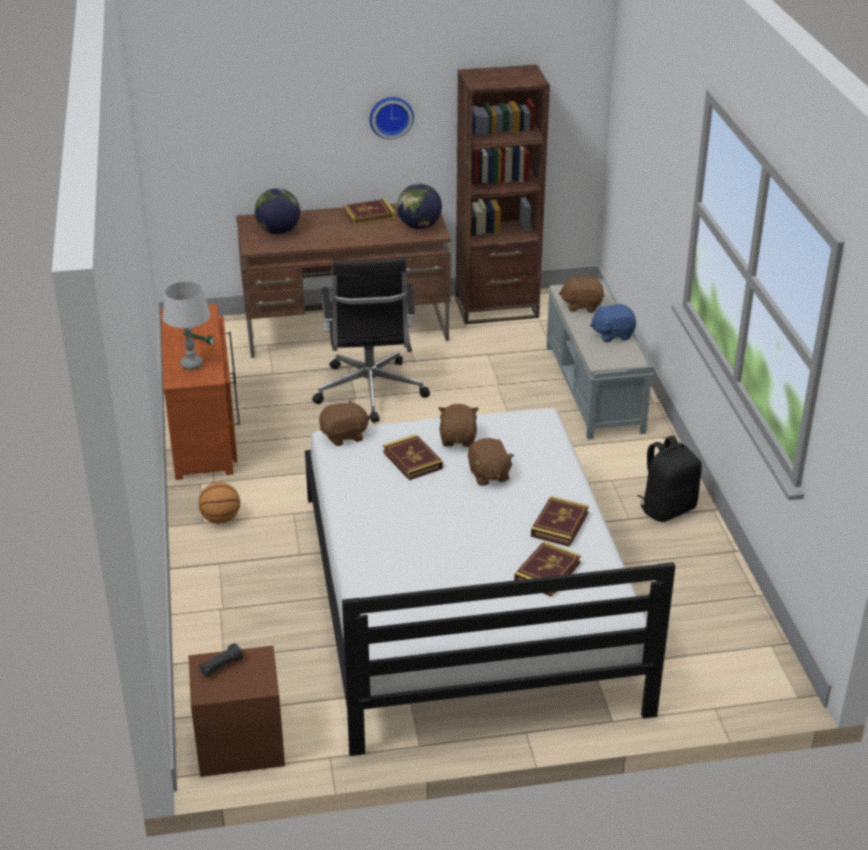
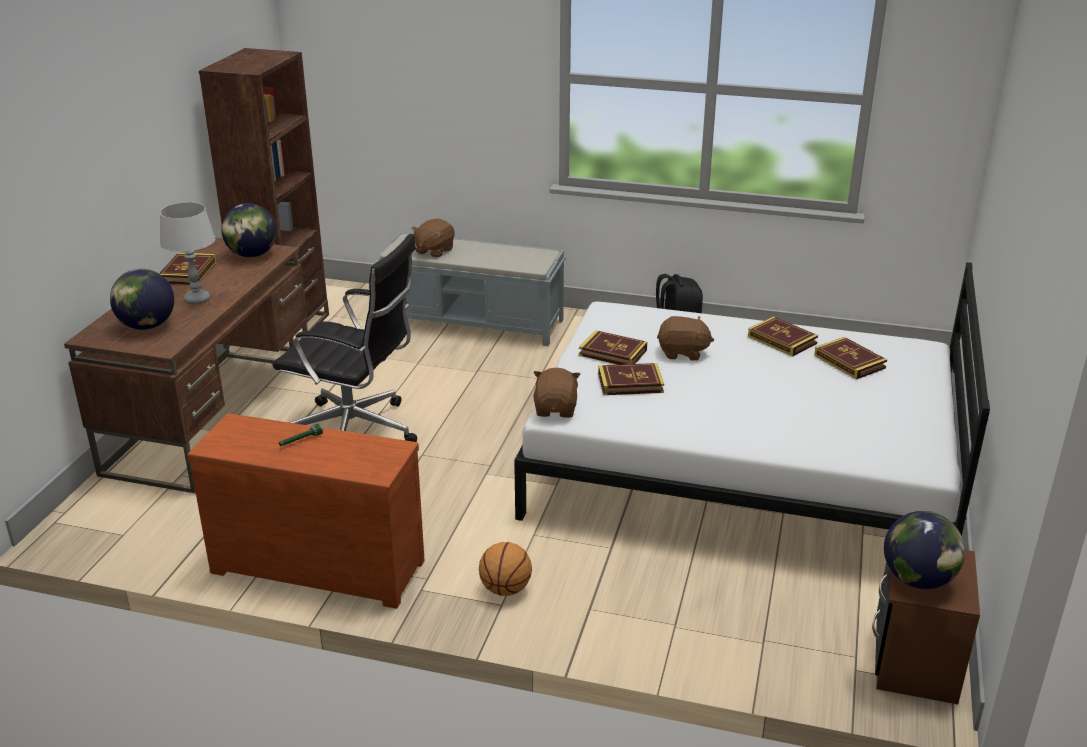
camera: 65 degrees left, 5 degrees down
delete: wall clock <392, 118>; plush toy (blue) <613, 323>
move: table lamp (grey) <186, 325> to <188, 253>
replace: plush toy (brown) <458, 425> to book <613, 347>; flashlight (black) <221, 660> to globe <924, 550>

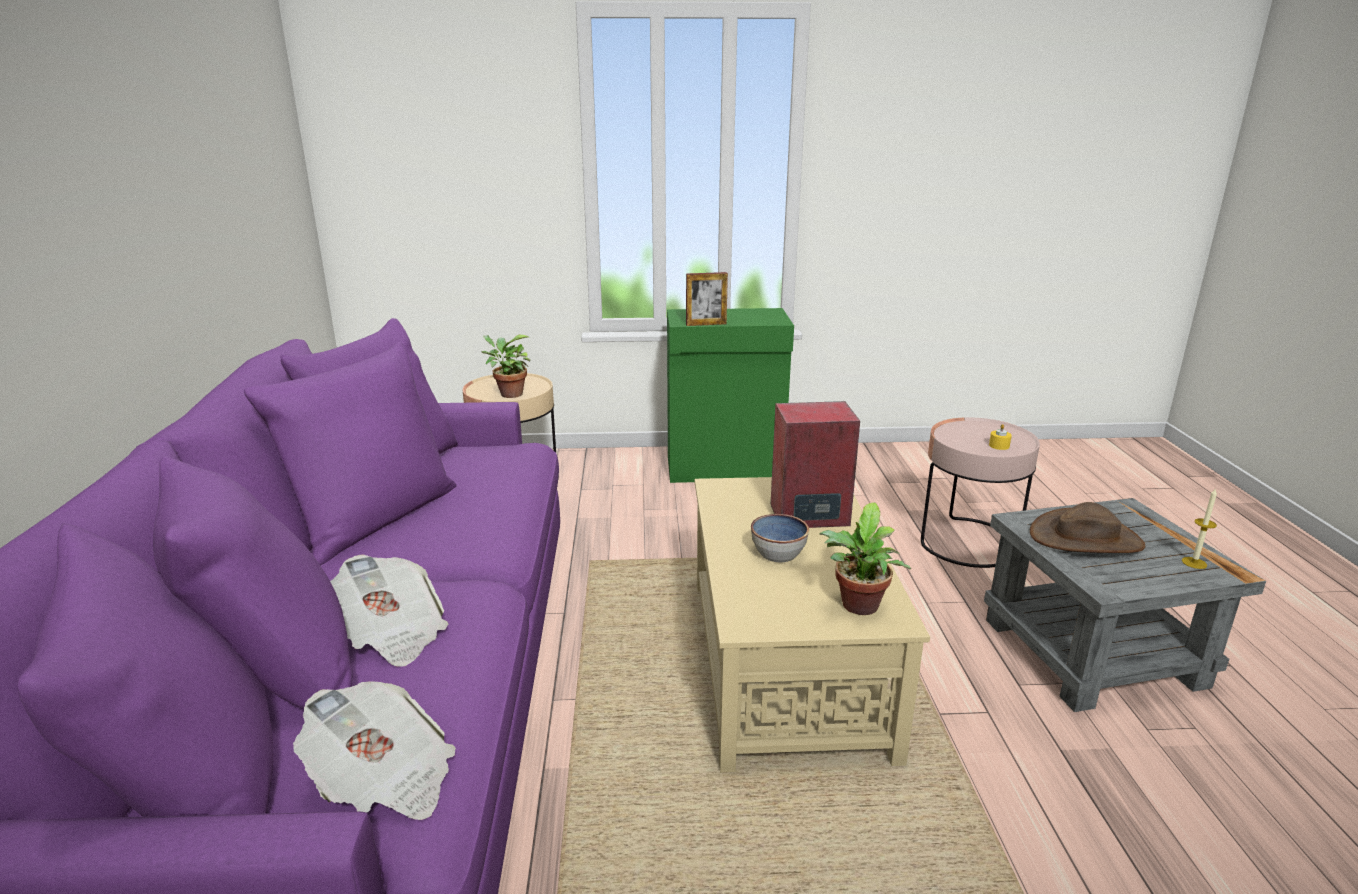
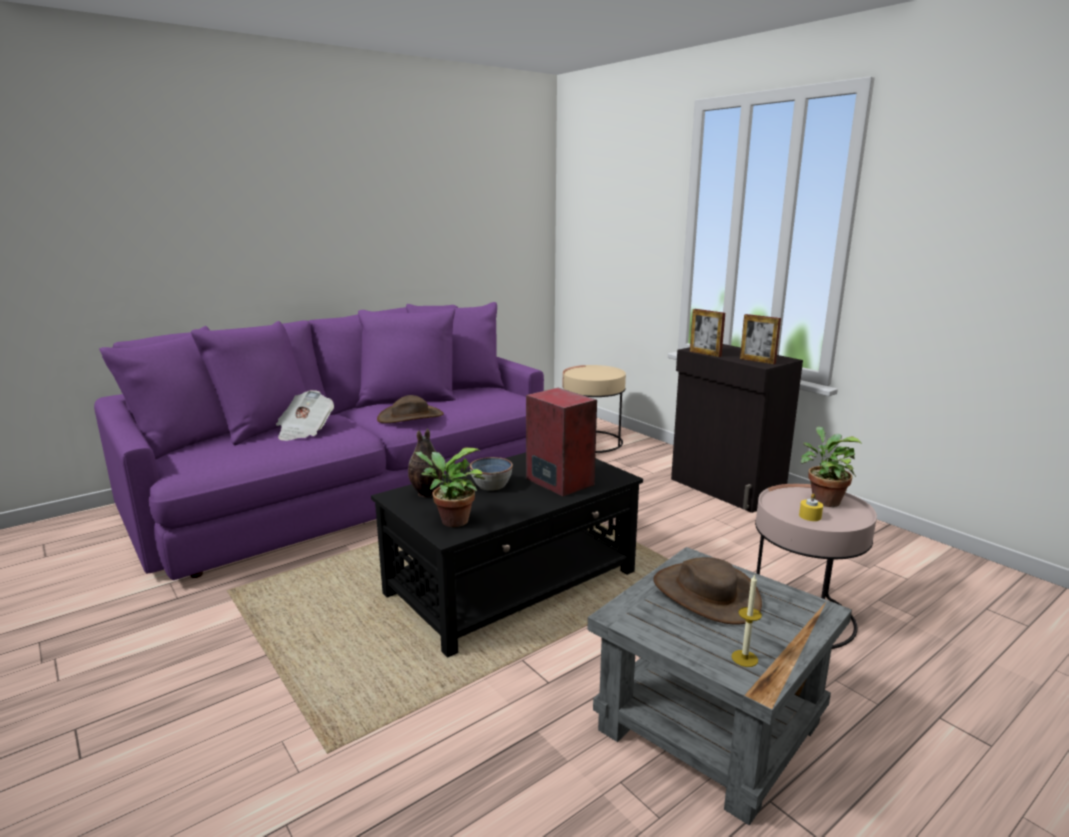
camera: 55 degrees right, 5 degrees down
delete: newspaper <374, 750>
insert: hat (brown) <410, 409>; vase <425, 463>; picture frame <760, 339>
move: potted plant <505, 366> to <831, 466>
recolor: coffee table (beige) <812, 624> to coffee table (black) <507, 555>; cabinet (green) <730, 395> to cabinet (black) <737, 428>

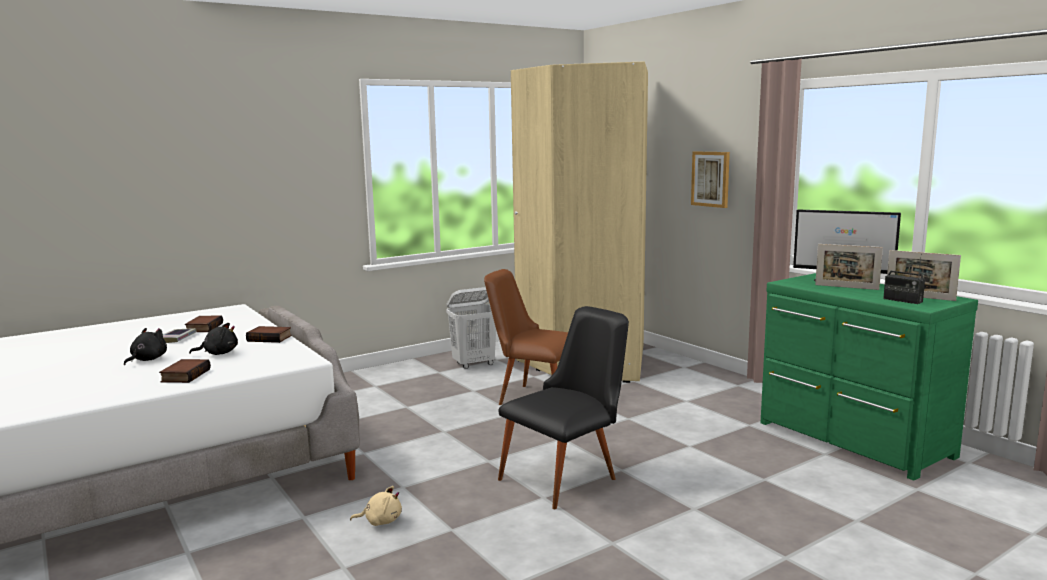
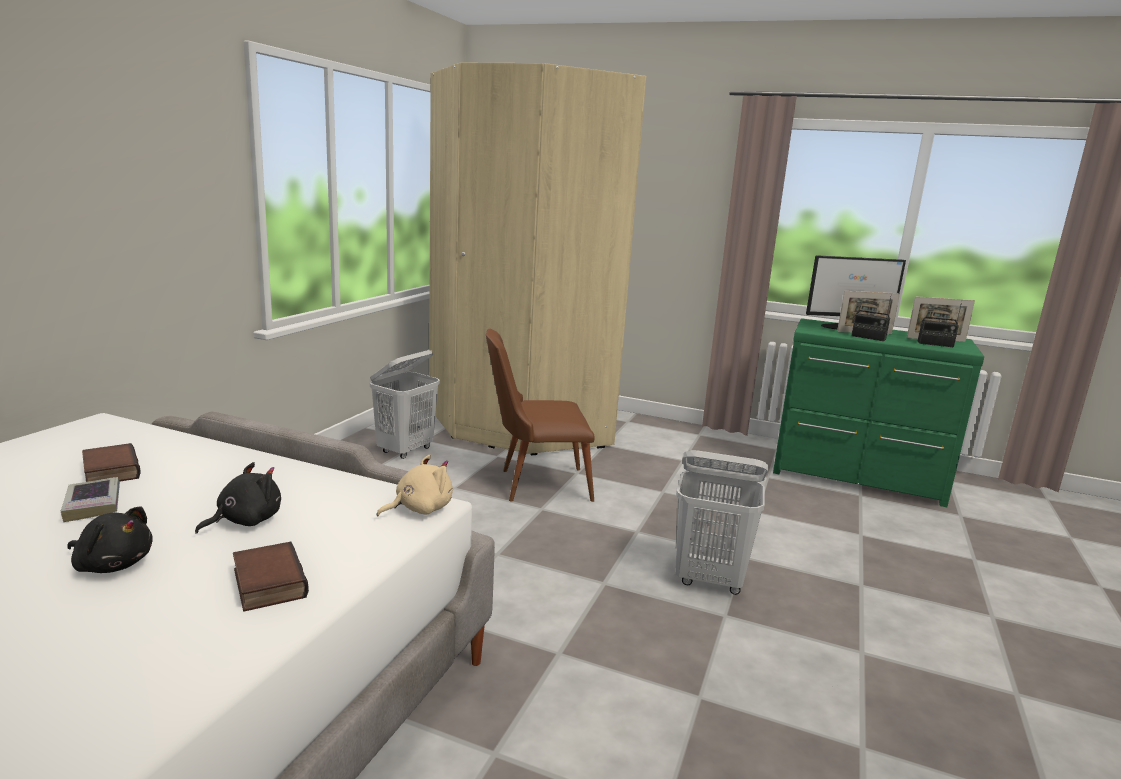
camera: 35 degrees left, 5 degrees up
delete: book <269, 334>; picture <710, 180>
insert: radio <871, 317>
move: plush toy (beige) <376, 506> to <415, 486>
replace: chair (black) <563, 407> to laundry basket (white) <721, 522>
rotate: plush toy (black) <145, 346> = <110, 539> 120 degrees clockwise

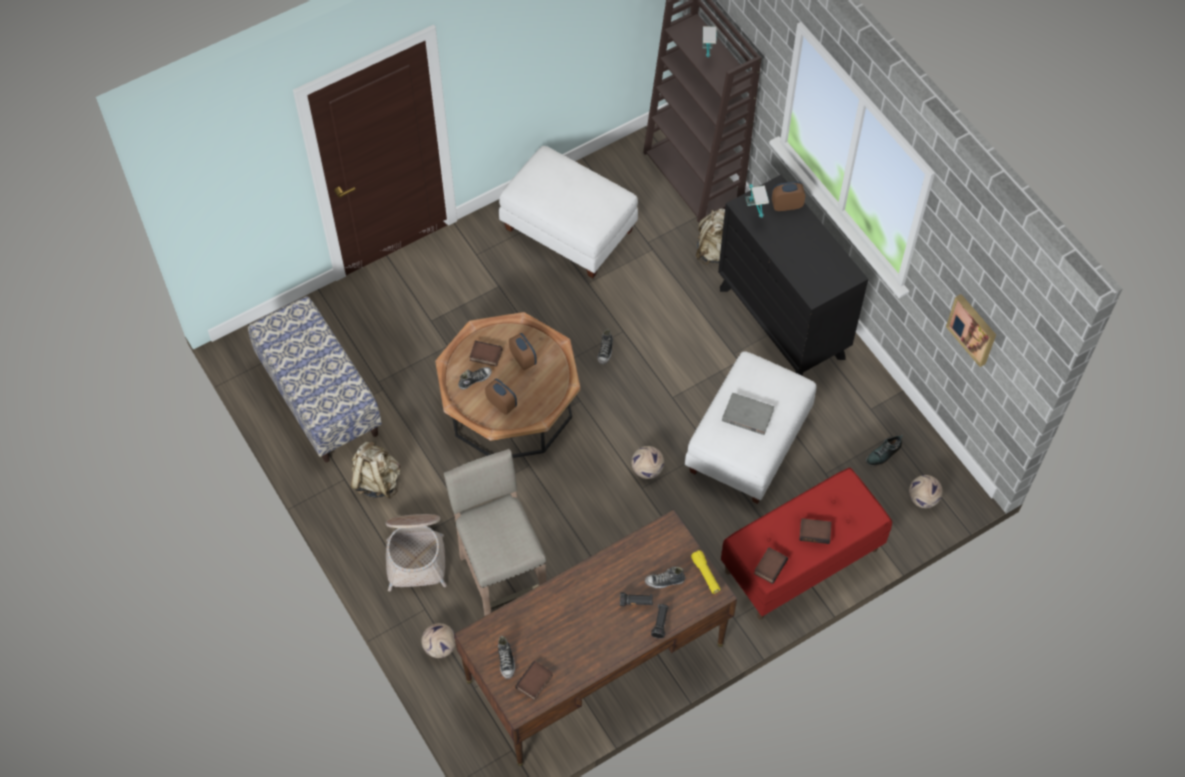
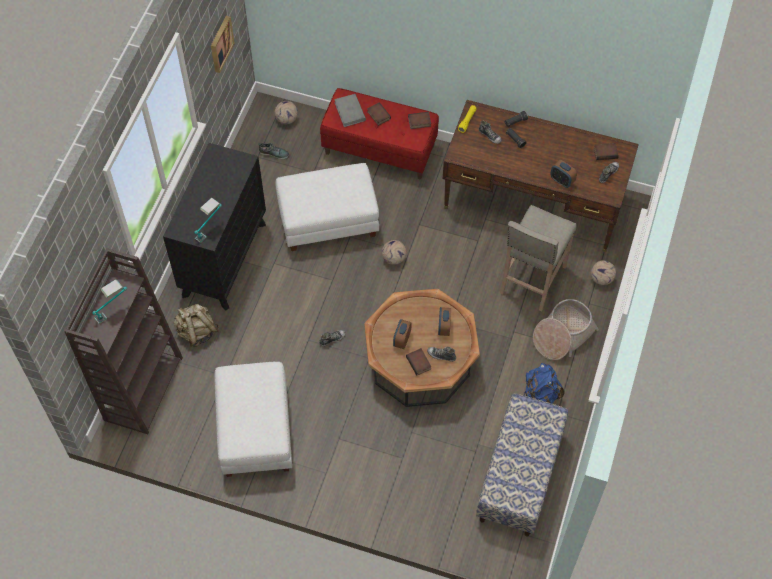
camera: 130 degrees left, 0 degrees up
move: book (grey) <748, 414> to <350, 110>; alarm clock <788, 196> to <563, 174>
recolor: backpack (beige) <376, 469> to backpack (blue) <544, 383>

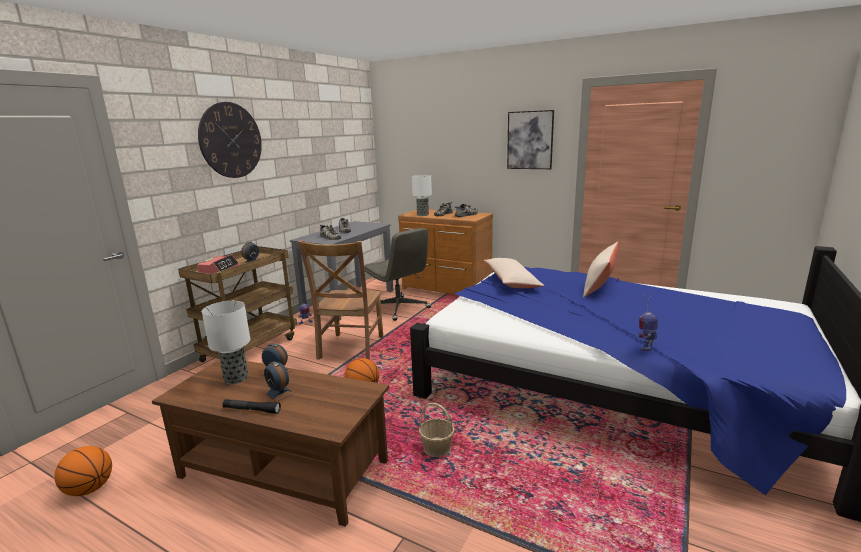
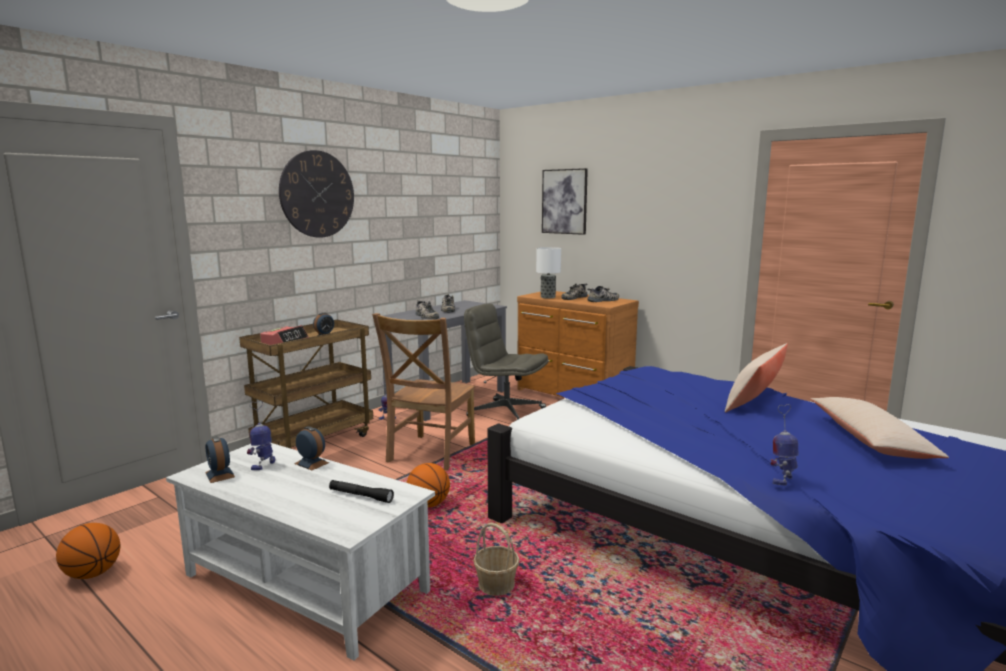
camera: 10 degrees right, 5 degrees down
move: alarm clock <279, 381> to <220, 459>; flashlight (black) <251, 406> to <361, 491>; picture <530, 139> to <565, 201>; pillow (beige) <514, 273> to <880, 428>
replace: table lamp <226, 342> to toy robot <261, 435>
recolor: coffee table (brown) <270, 443> to coffee table (white) <300, 551>
rotate: office chair (grey) <397, 274> = <506, 362> 150 degrees clockwise

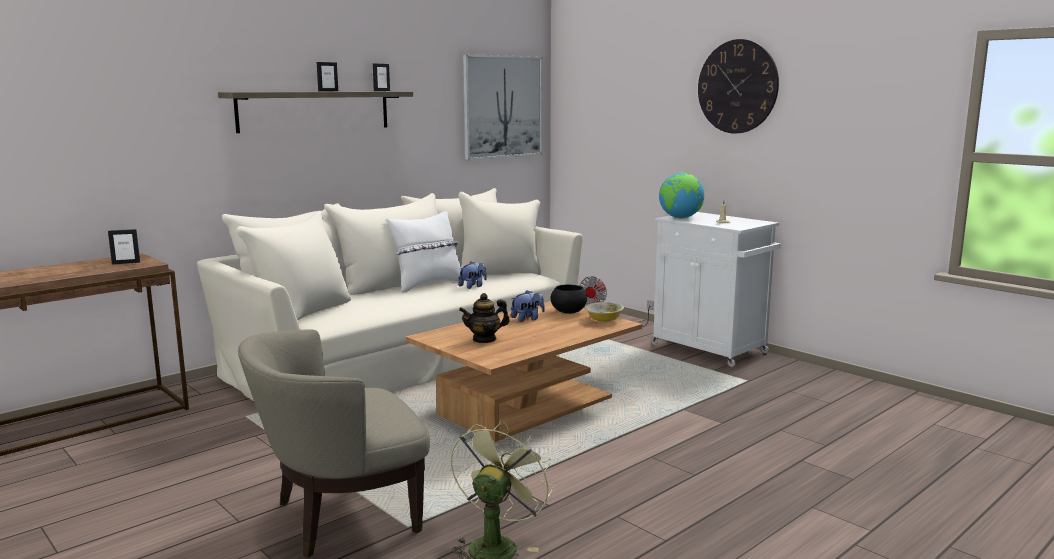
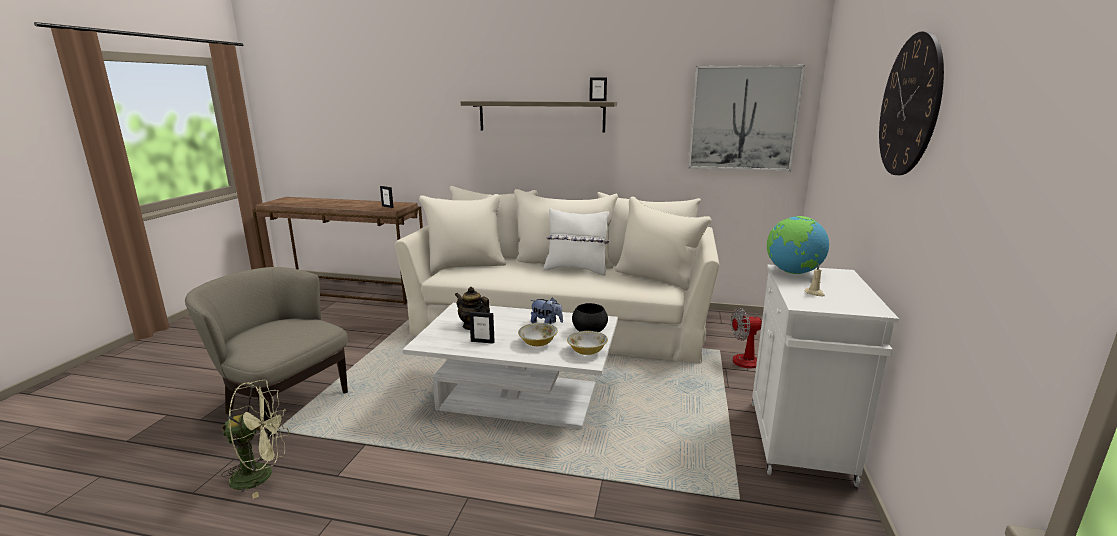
camera: 55 degrees right, 5 degrees up
delete: plush toy <472, 275>
insert: bowl <538, 334>
move: picture frame <327, 76> to <482, 327>
recolor: coffee table (brown) <524, 371> to coffee table (white) <510, 366>

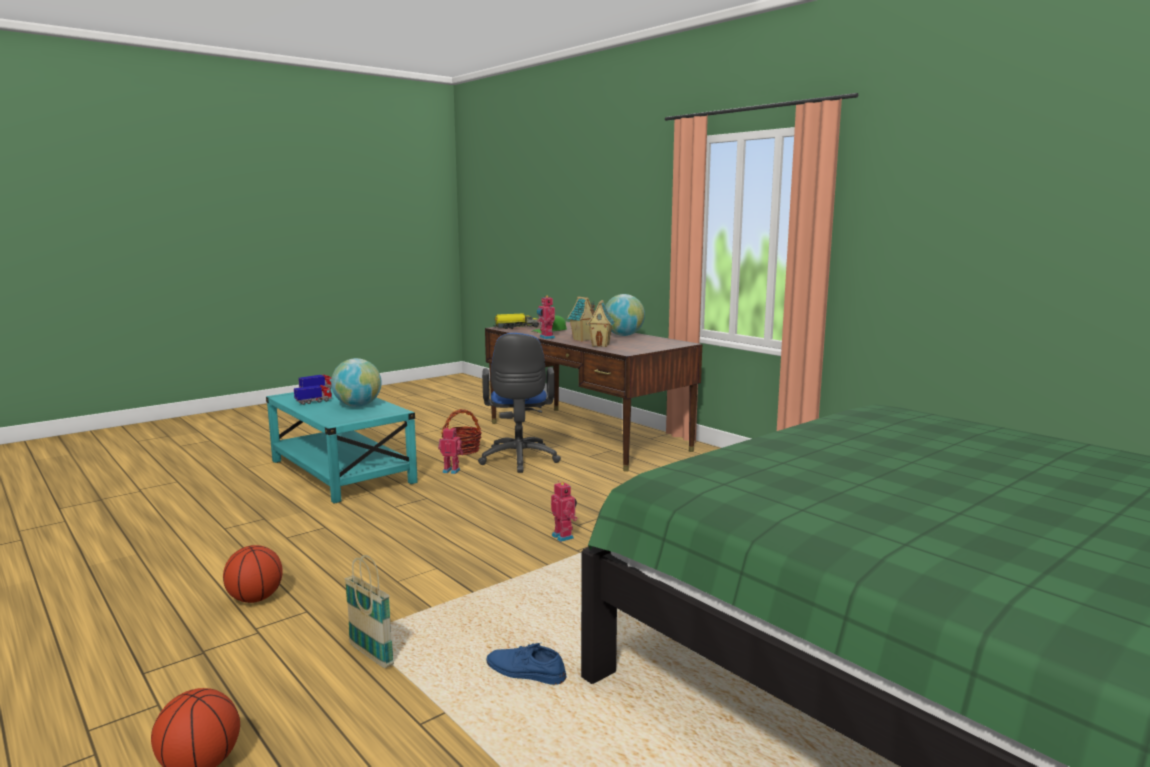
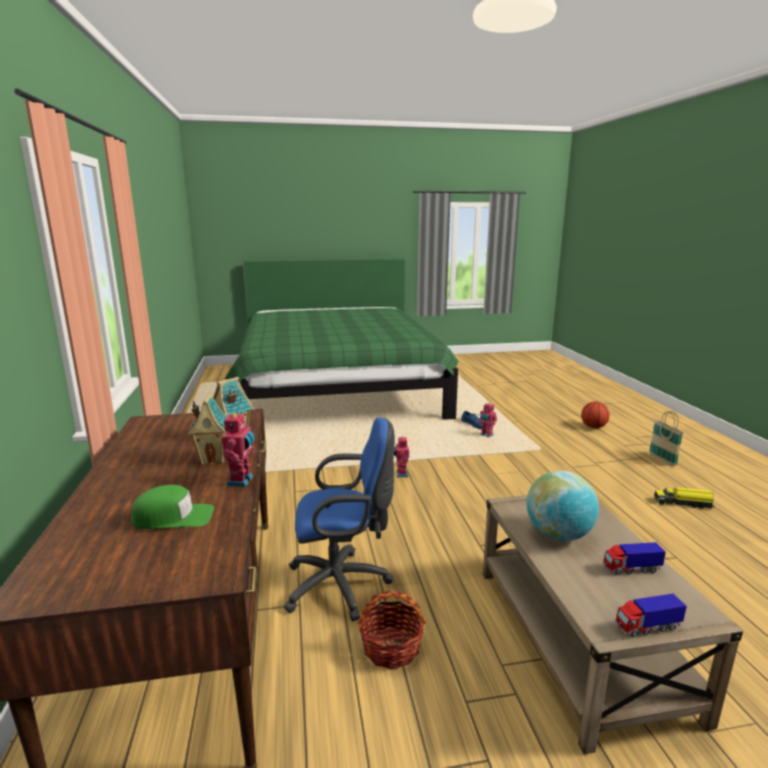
camera: 150 degrees left, 5 degrees up
delete: basketball <253, 574>; globe <625, 315>
move: toy robot <450, 450> to <487, 420>; basket <369, 611> to <666, 438>; toy truck <516, 321> to <684, 498>
recolor: coffee table (turquoise) <342, 445> to coffee table (beige) <613, 624>
rotate: office chair (blue) <519, 403> = <339, 519> 60 degrees clockwise

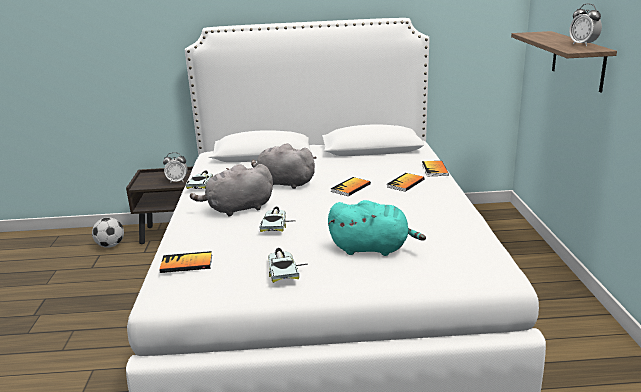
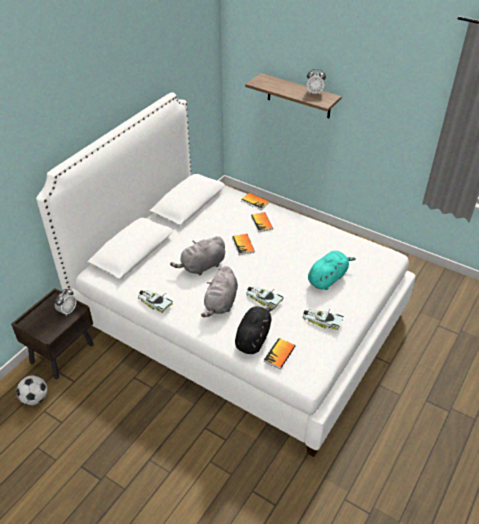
camera: 55 degrees left, 20 degrees up
insert: plush toy (black) <254, 330>

